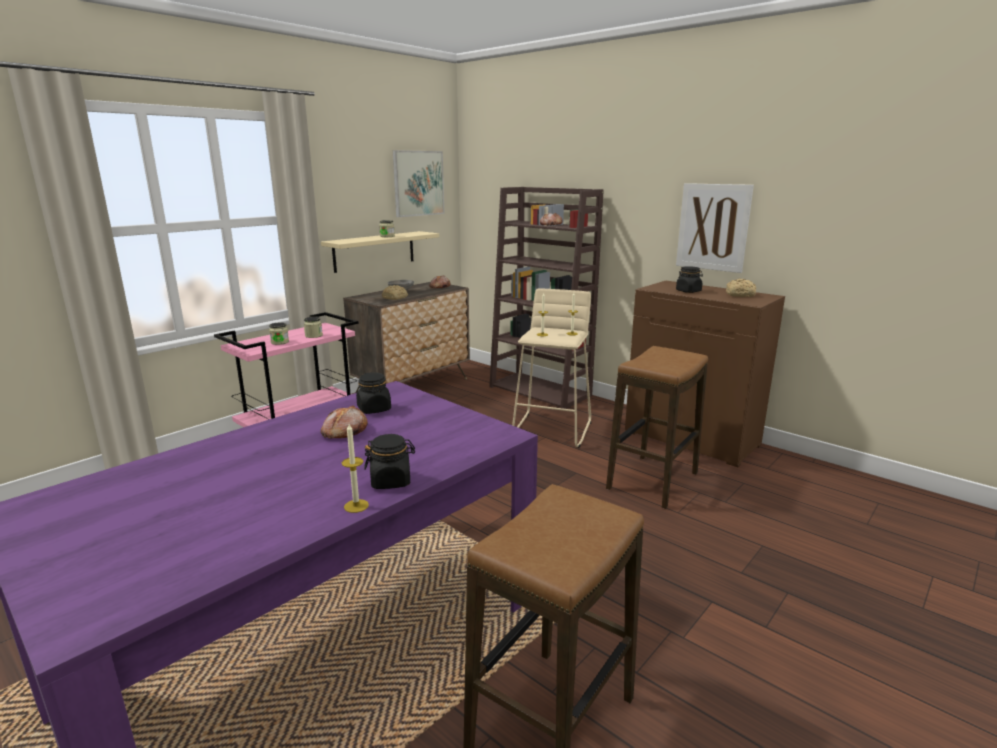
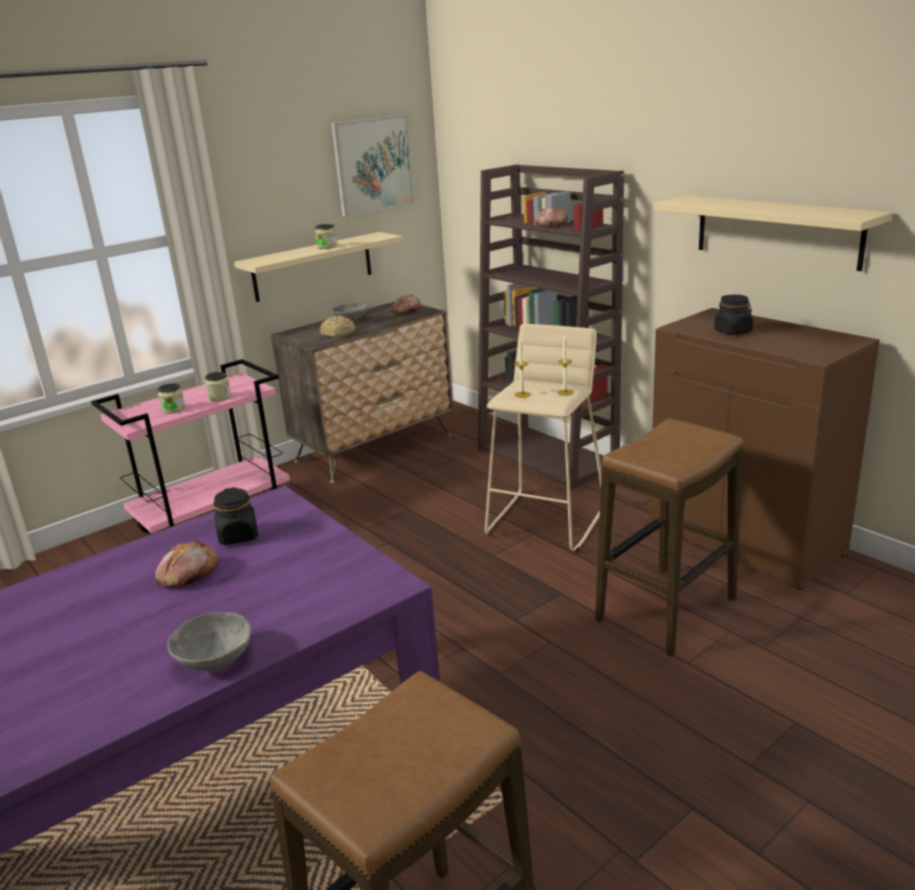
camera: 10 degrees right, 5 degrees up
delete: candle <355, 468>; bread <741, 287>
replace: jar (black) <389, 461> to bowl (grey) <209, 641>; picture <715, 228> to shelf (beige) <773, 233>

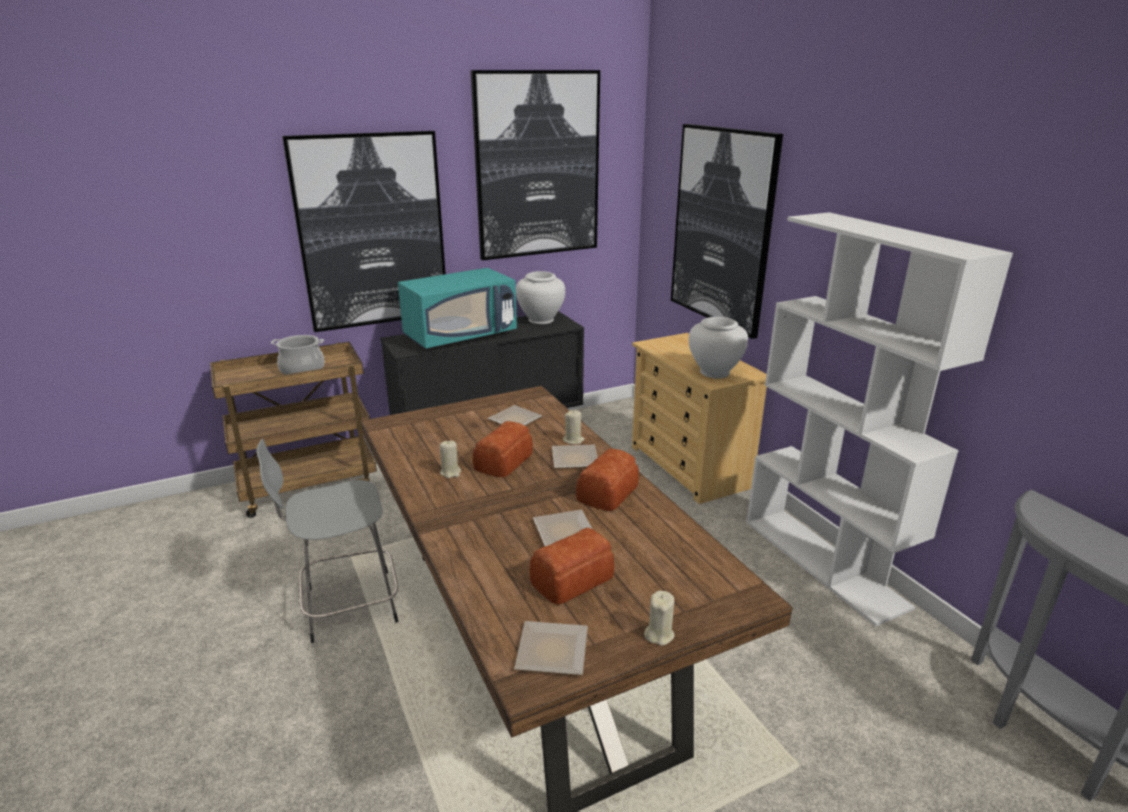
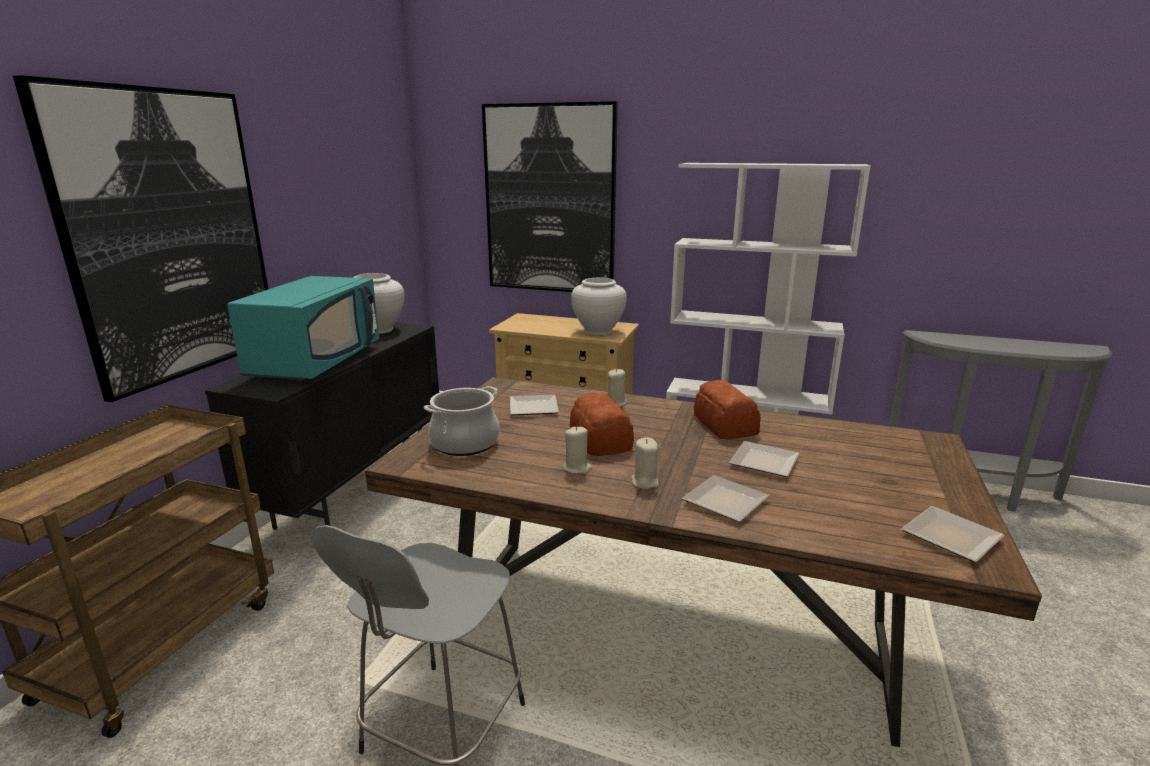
camera: 45 degrees left, 5 degrees down
delete: picture <535, 165>; bread <572, 566>
move: cooking pot <297, 355> to <461, 421>; candle (beige) <659, 618> to <644, 463>; plate <575, 457> to <725, 498>

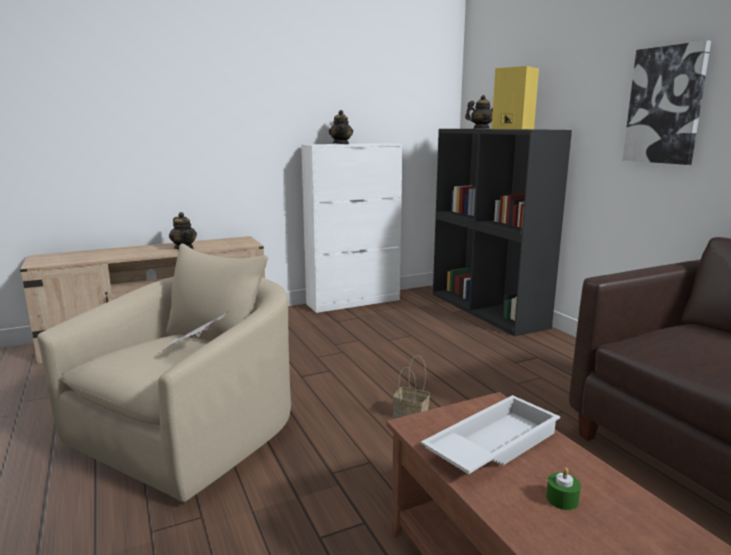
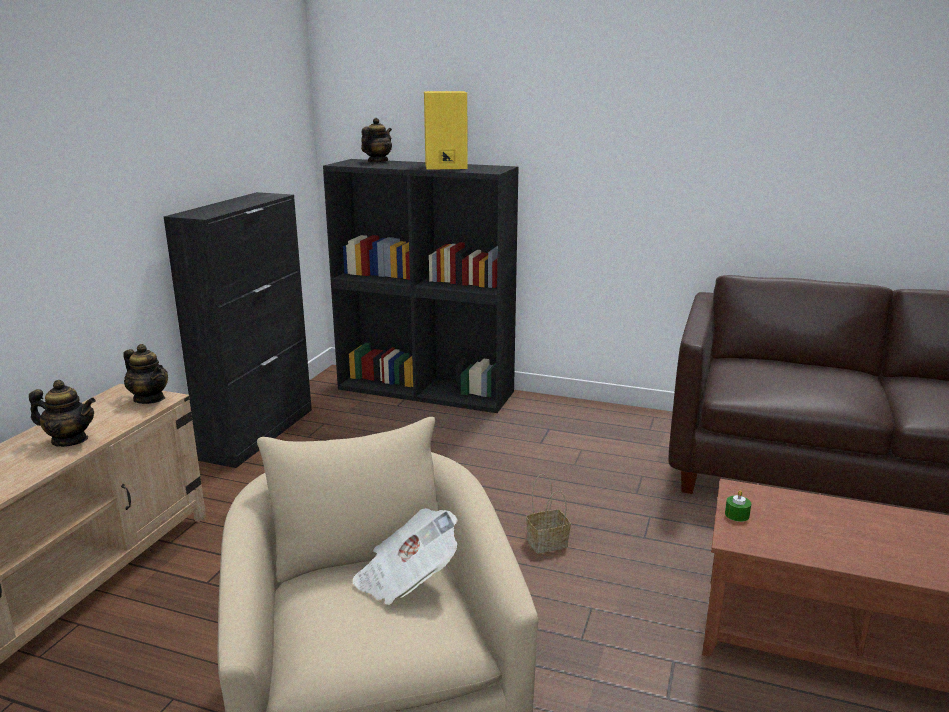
camera: 45 degrees left, 5 degrees up
delete: tray (white) <490, 434>; picture <666, 102>
move: teapot <341, 127> to <145, 374>; candle (green) <563, 488> to <738, 506>
recolor: cabinet (white) <352, 228> to cabinet (black) <238, 330>

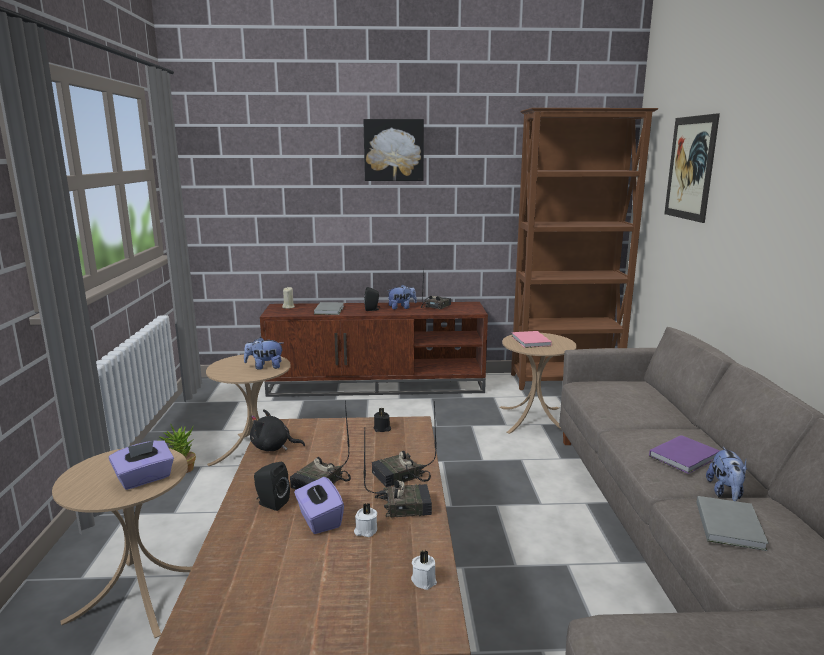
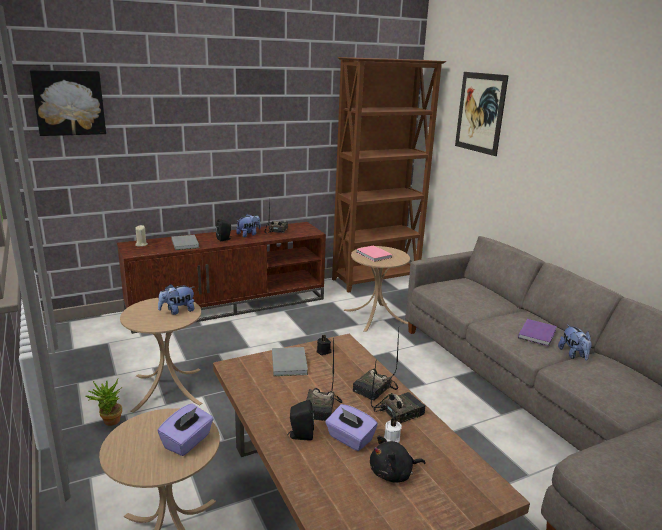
camera: 25 degrees left, 5 degrees up
delete: candle (white) <424, 570>
move: picture <393, 150> to <68, 103>; book (grey) <733, 523> to <290, 361>; plush toy (black) <277, 430> to <398, 459>

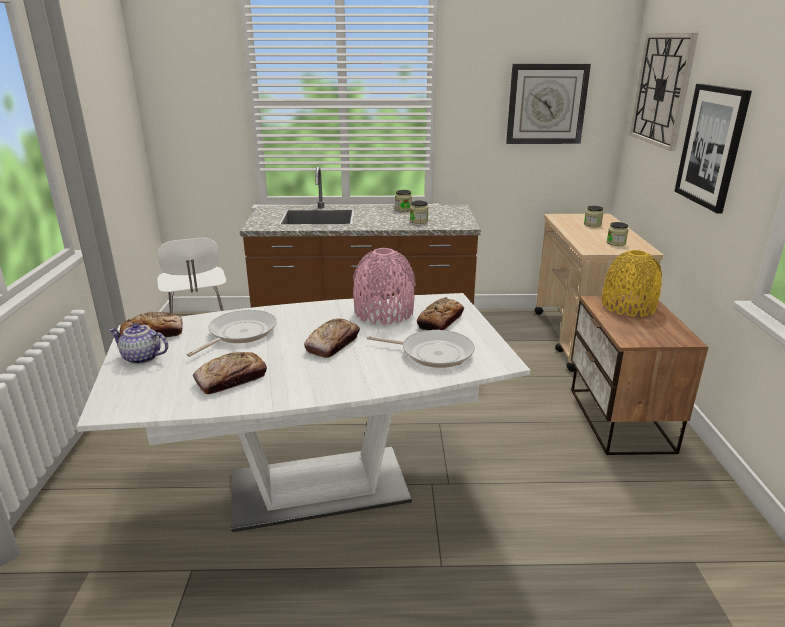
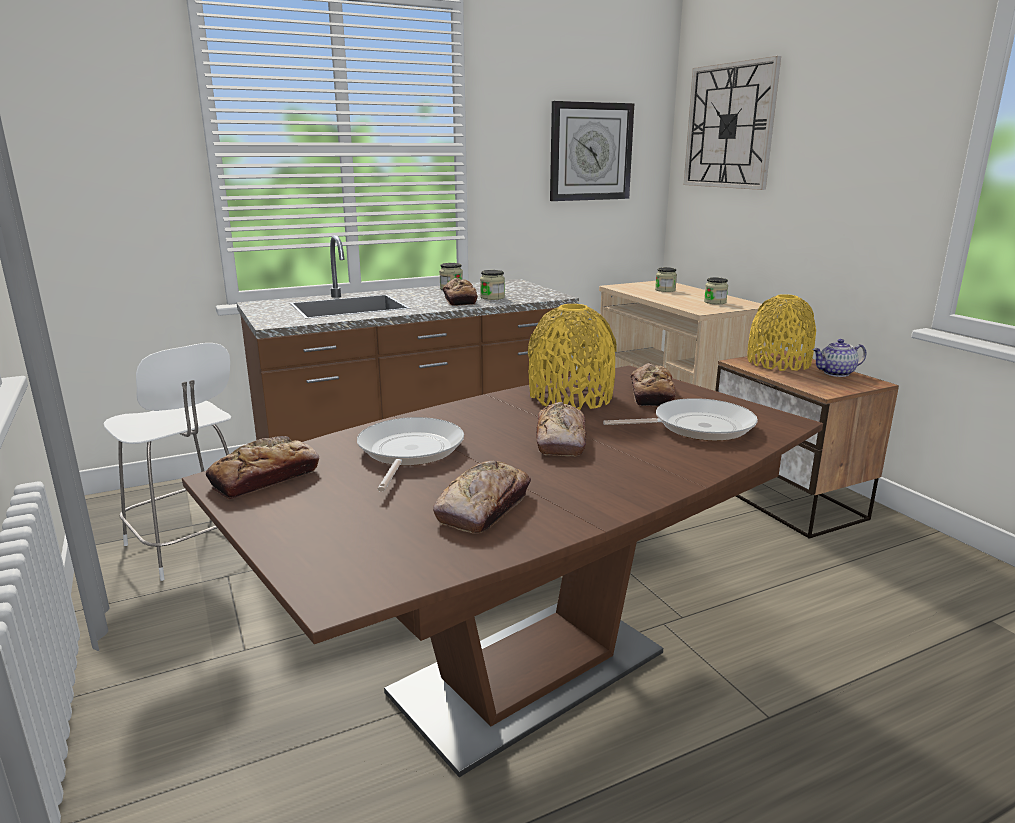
camera: 25 degrees left, 5 degrees down
delete: picture <713, 149>
insert: bread <460, 292>
move: teapot <138, 343> to <839, 358>
recolor: dining table (white) <303, 412> to dining table (brown) <502, 571>; vase (pink) <384, 286> to vase (yellow) <572, 357>

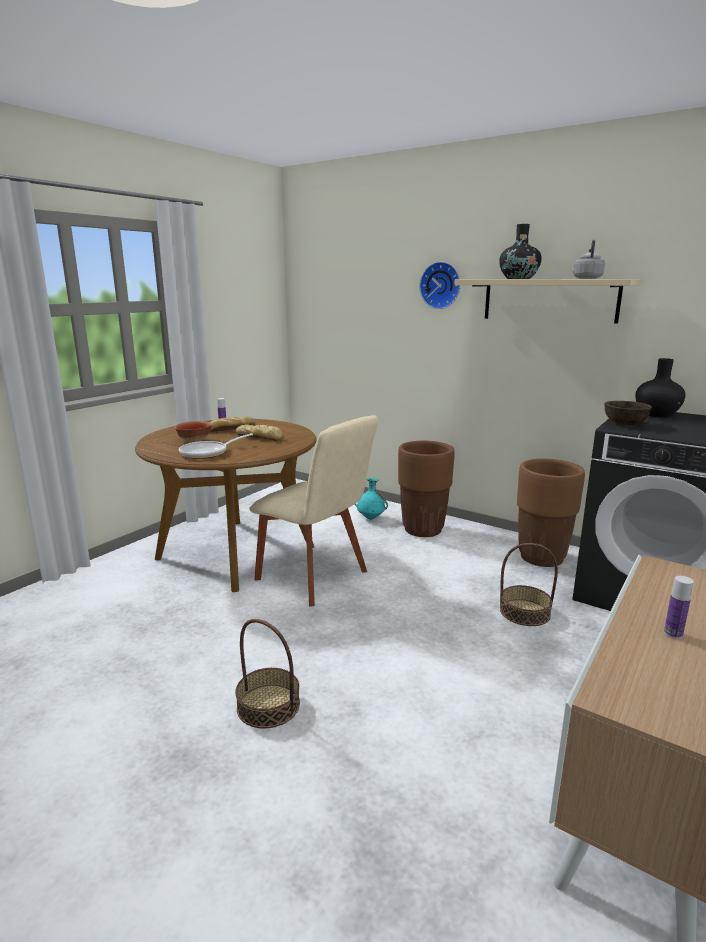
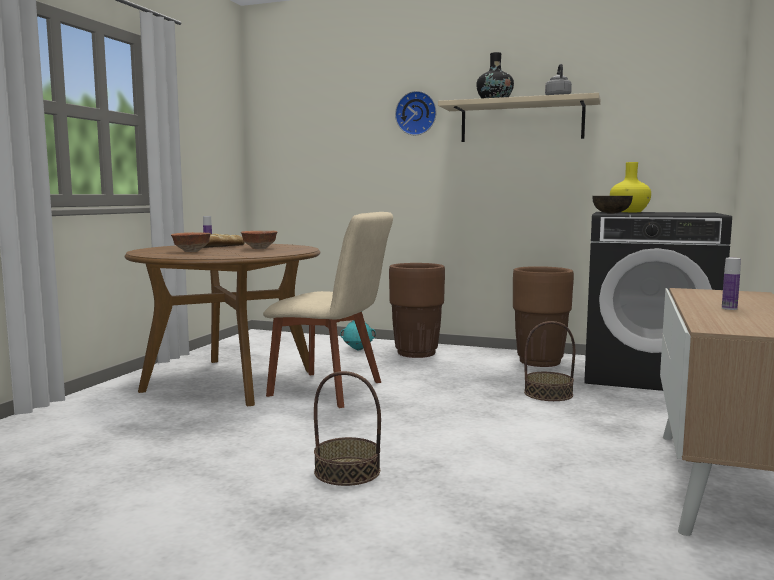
camera: 15 degrees left, 10 degrees down
delete: frying pan <216, 446>
replace: bread <259, 432> to bowl <259, 240>
recolor: vase (black) <660, 387> to vase (yellow) <630, 187>

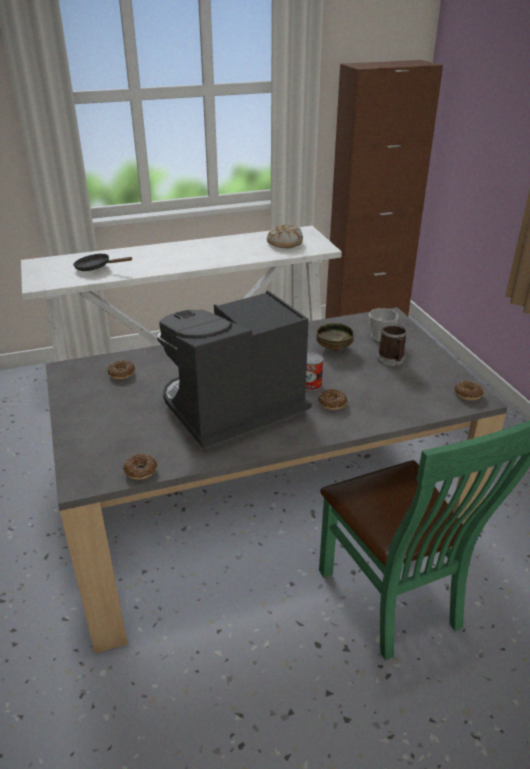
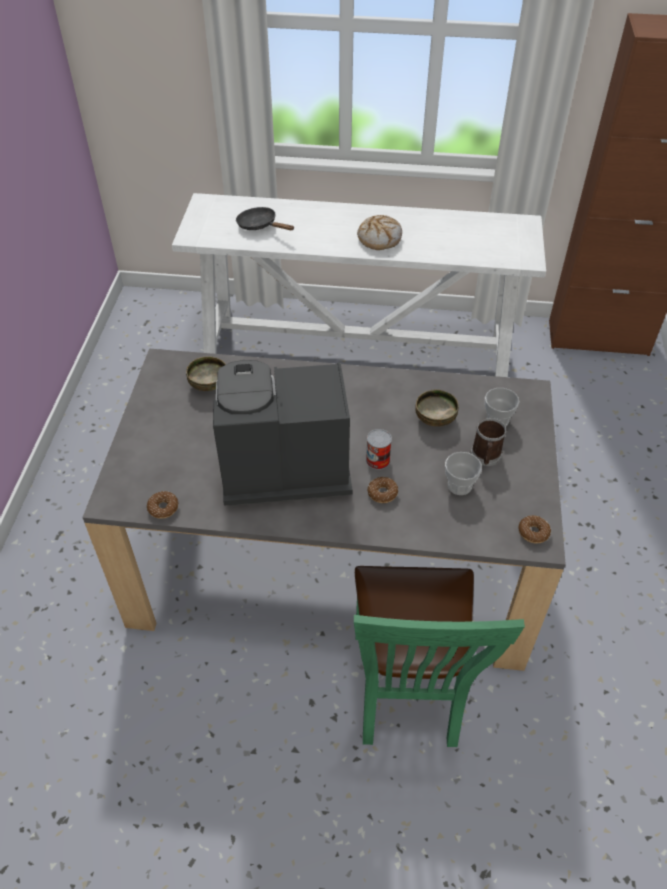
camera: 25 degrees right, 15 degrees up
insert: cup <463, 473>
move: bread <285, 236> to <379, 232>
replace: donut <121, 370> to bowl <206, 373>

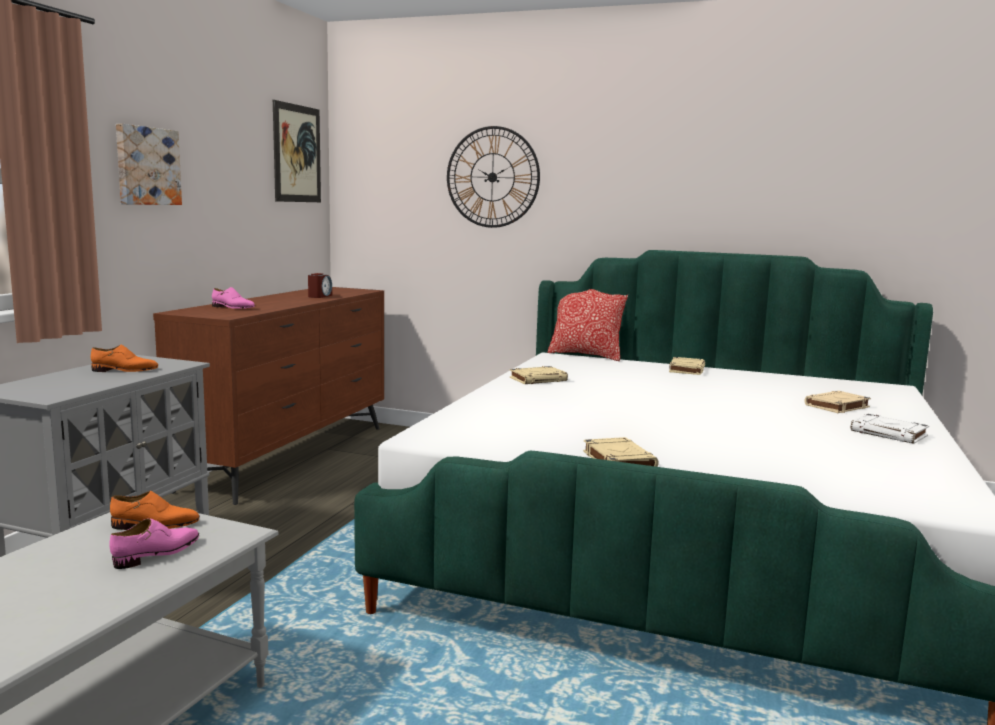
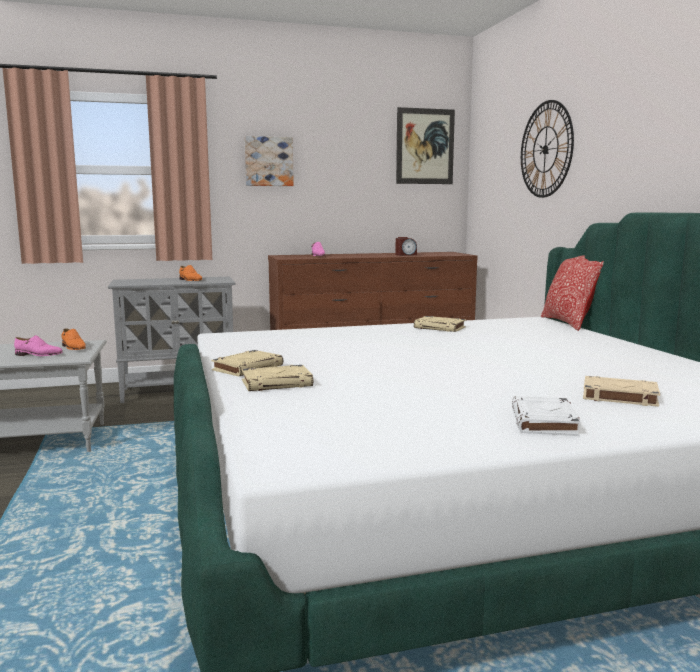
camera: 55 degrees right, 0 degrees up
move: book (beige) <687, 366> to <277, 378>

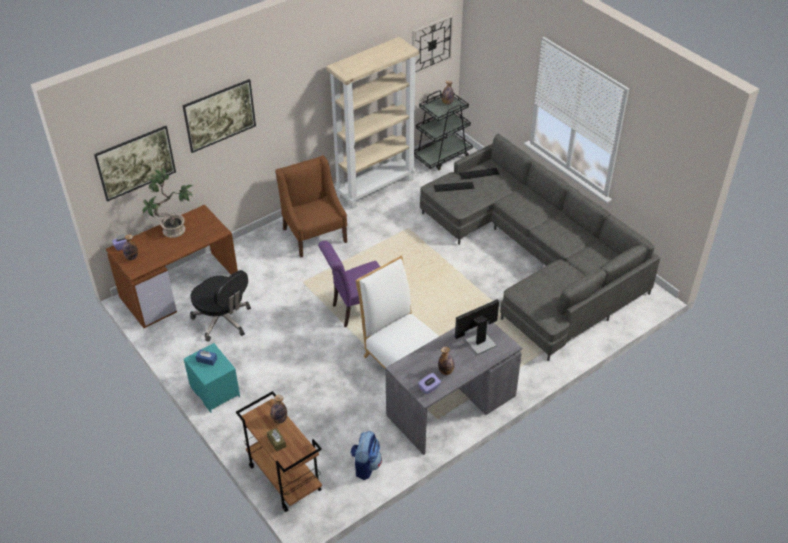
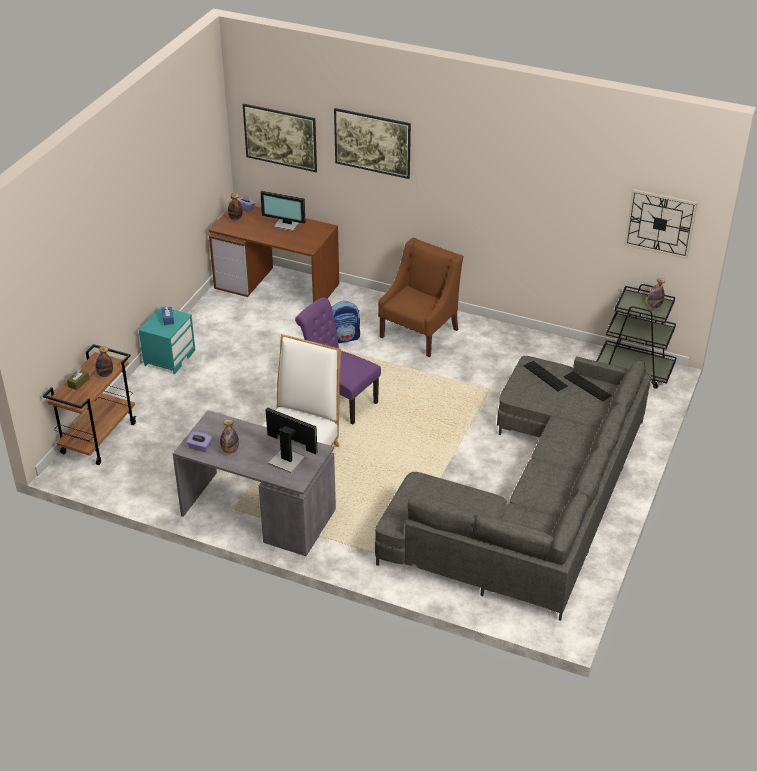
camera: 60 degrees right, 5 degrees down
delete: office chair (black) <220, 306>; bookcase (beige) <372, 123>
move: backpack <366, 455> to <345, 322>
replace: potted plant <168, 203> to monitor <282, 211>

